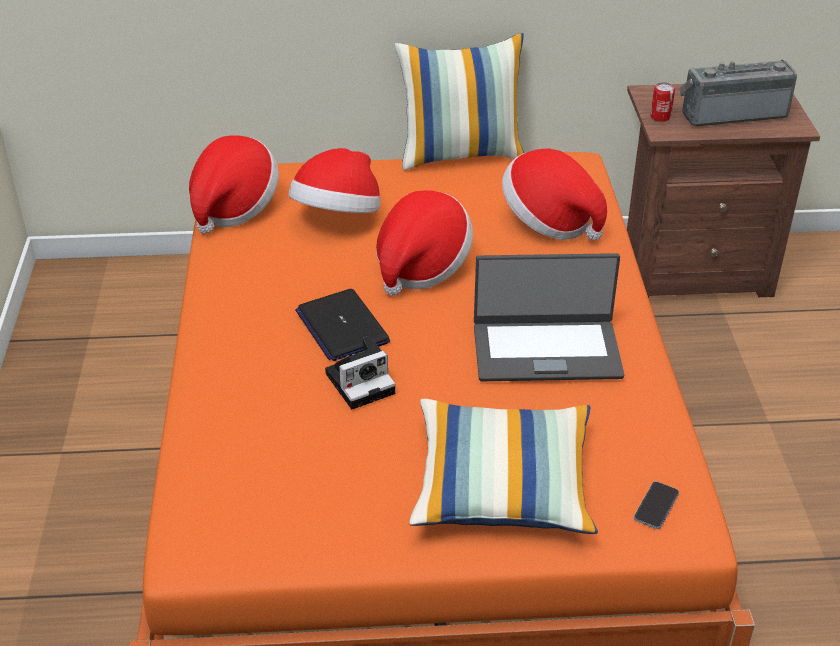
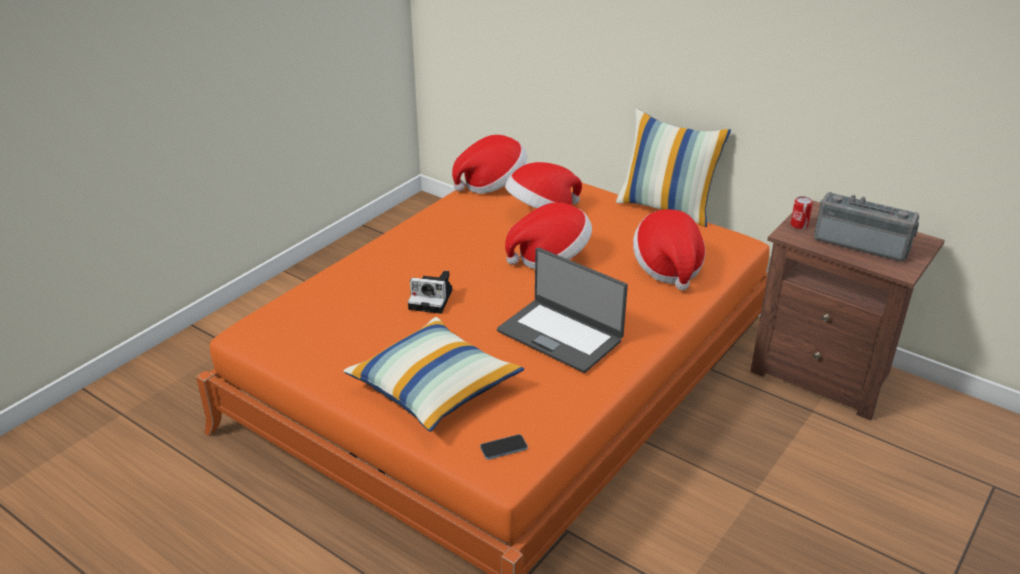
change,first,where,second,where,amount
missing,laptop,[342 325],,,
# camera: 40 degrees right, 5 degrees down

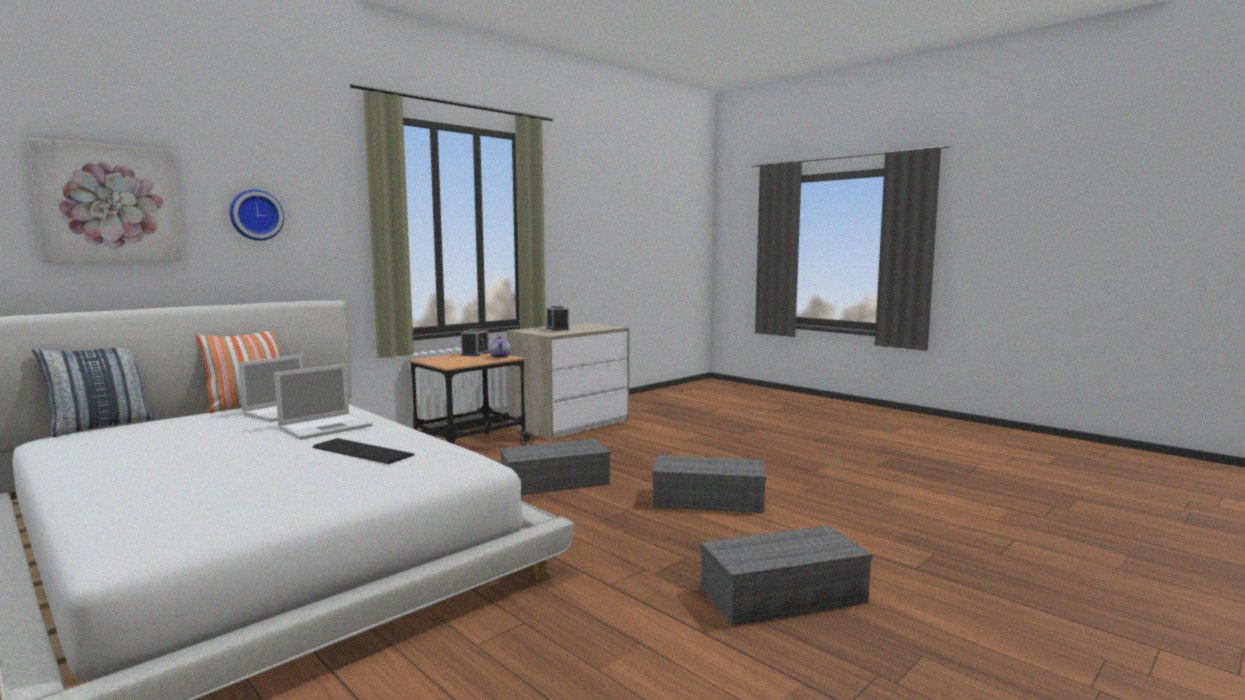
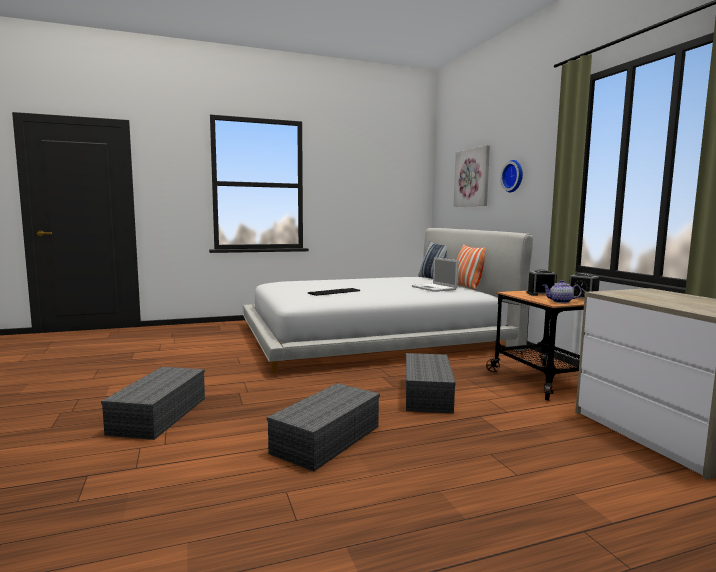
change,first,where,second,where,amount
missing,laptop,[323 402],,,
relocated,alarm clock,[558 318],,[542 282],
# camera: 115 degrees right, 0 degrees up

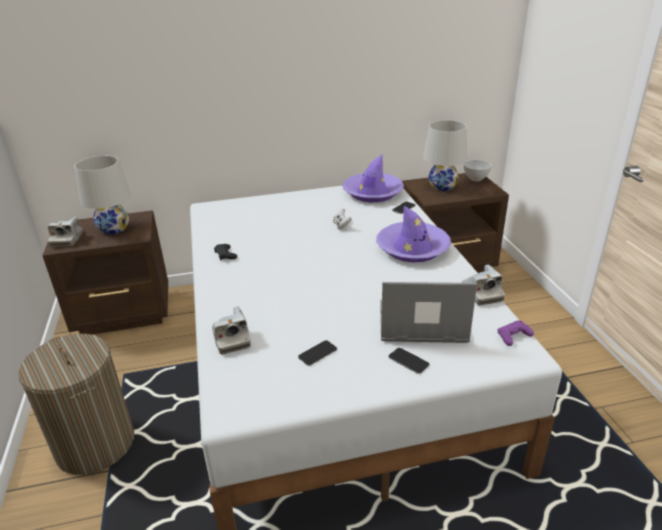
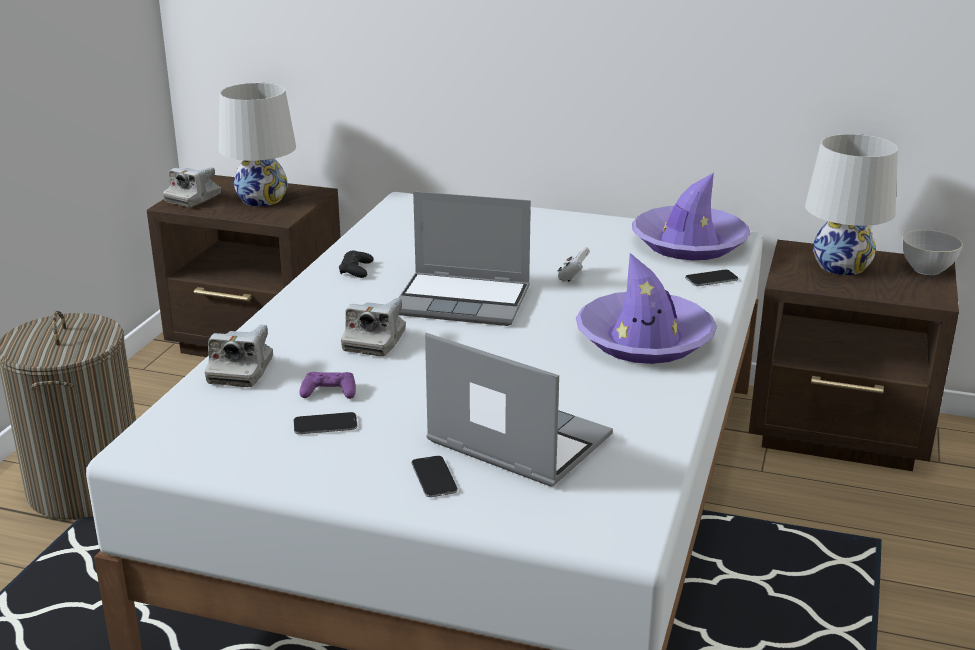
change,first,where,second,where,amount
appeared,,,laptop,[464 258],
relocated,photo camera,[483 285],,[373 327],
relocated,game controller/purple,[516 333],,[327 385],
# camera: 30 degrees right, 5 degrees down

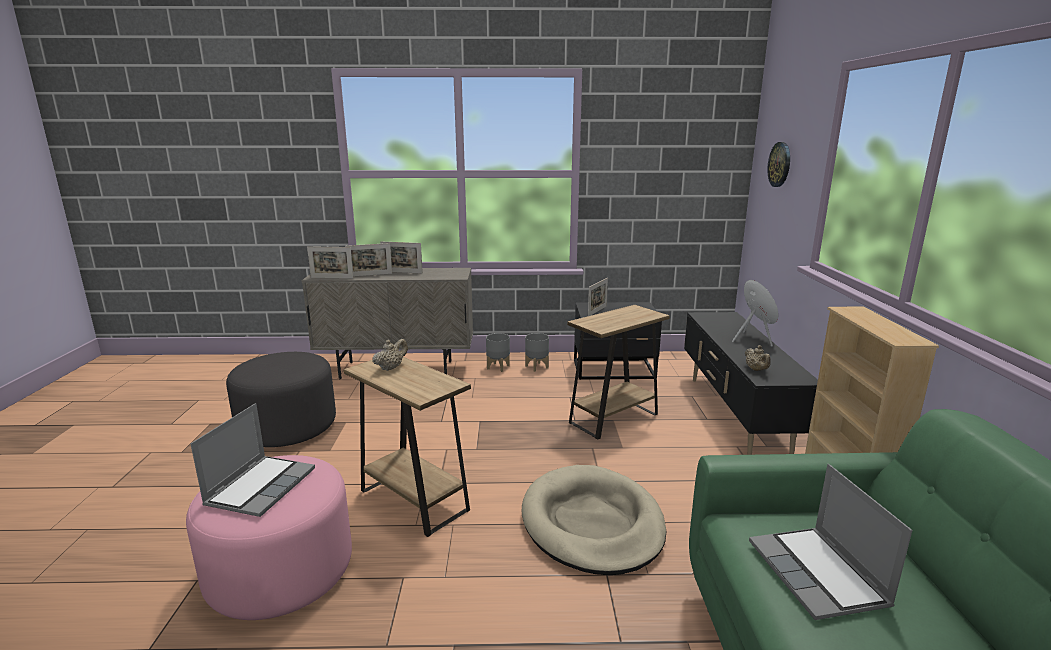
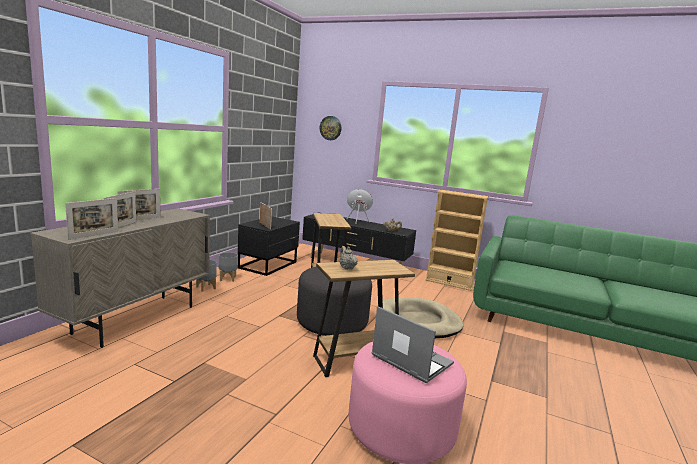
change,first,where,second,where,amount
missing,laptop,[830 542],,,
relocated,ottoman/grey,[281 399],,[334 301],
# camera: 65 degrees left, 5 degrees down

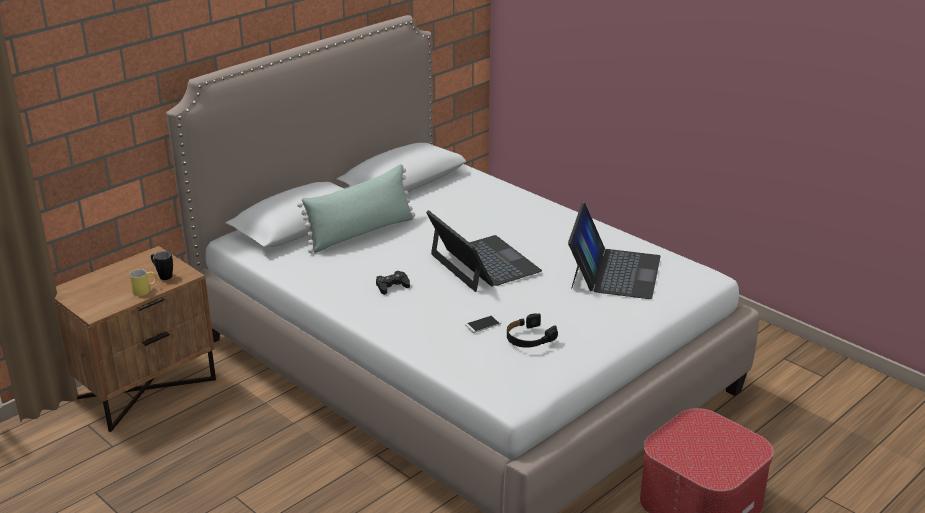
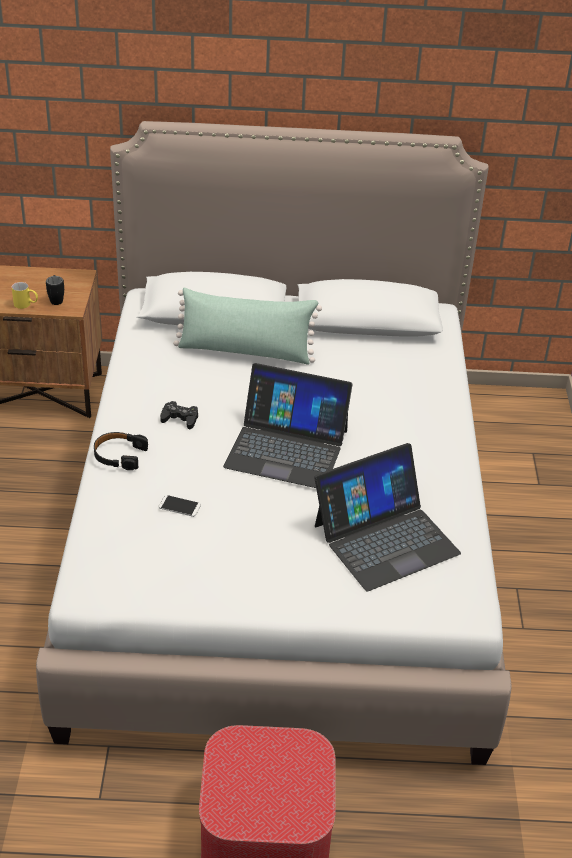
change,first,where,second,where,amount
relocated,headphones/black,[532 330],,[121 451],
spun,laptop,[484 251],,[288 425],90 degrees clockwise
# camera: 45 degrees right, 10 degrees up

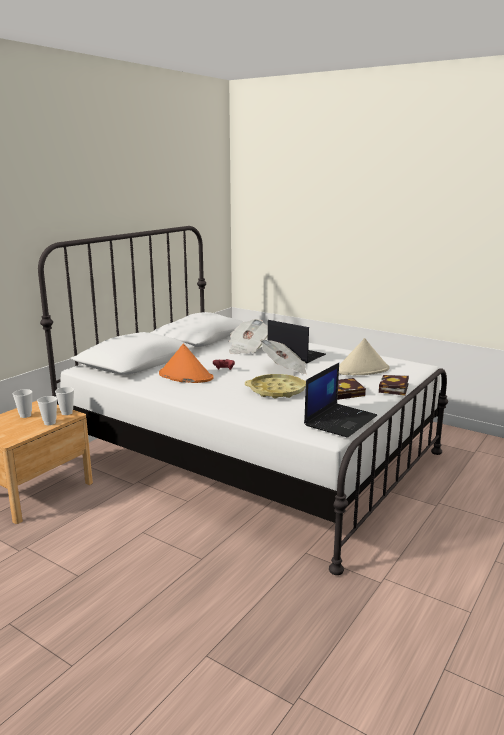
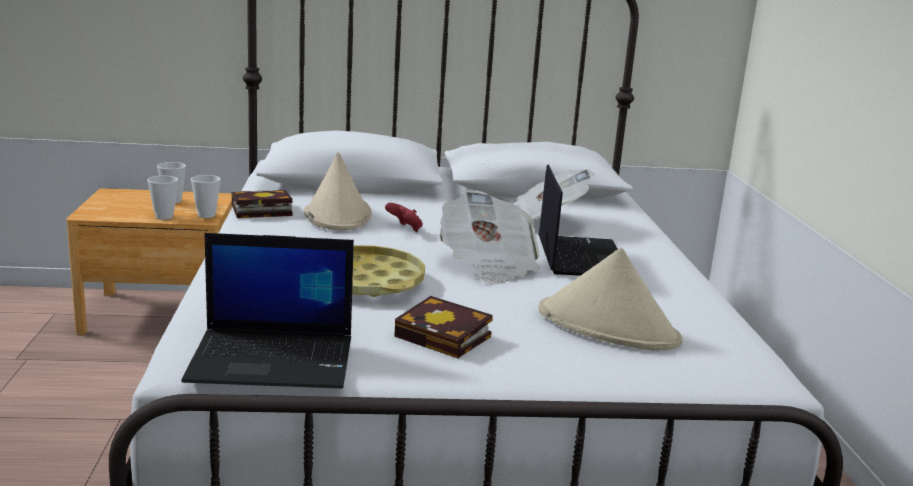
change,first,where,second,where,amount
relocated,book,[394 385],,[262 204],
colour,hat/orange,[186 363],hat/beige,[338 191],
# camera: 50 degrees right, 0 degrees up

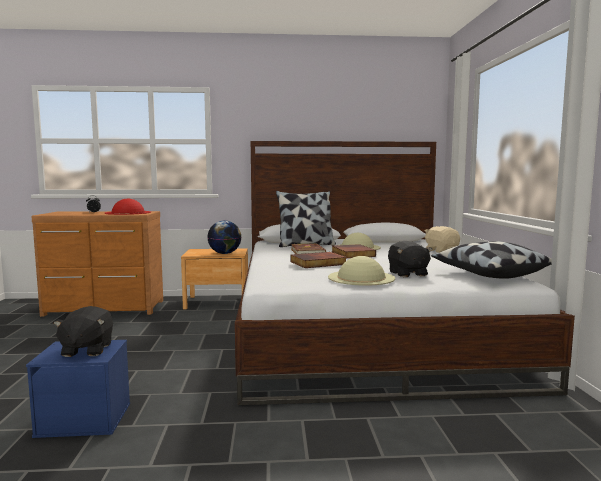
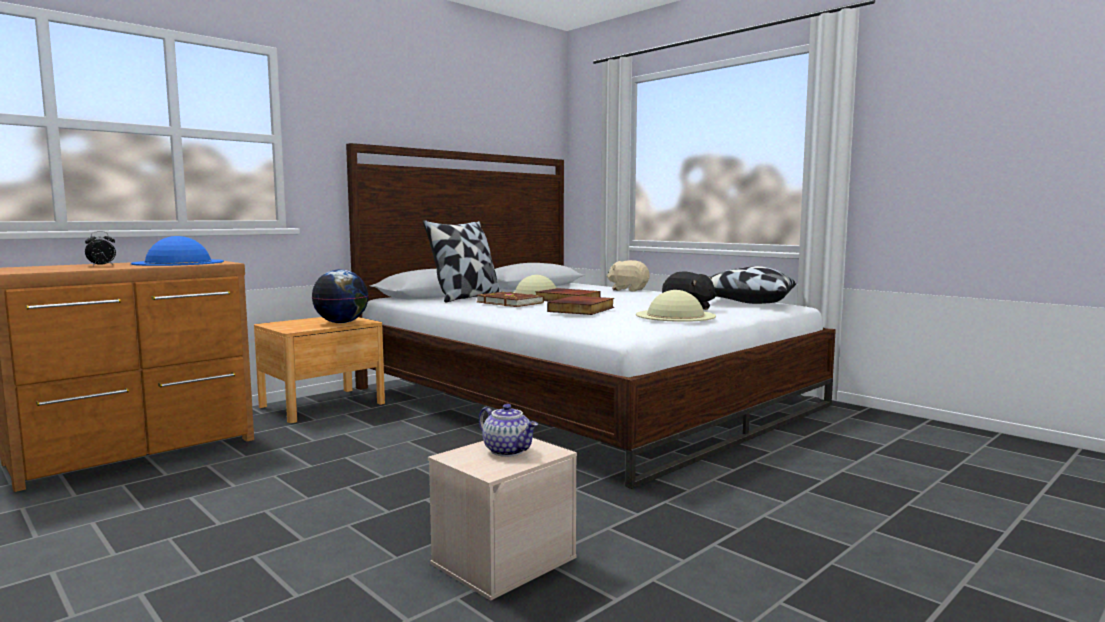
change,first,where,second,where,amount
exchanged,plush toy/black,[83 331],teapot,[508 430],
colour,storage box/blue,[78 389],storage box/beige,[502 519],
colour,hat/red,[128 207],hat/blue,[177 251],
# camera: 40 degrees left, 0 degrees up

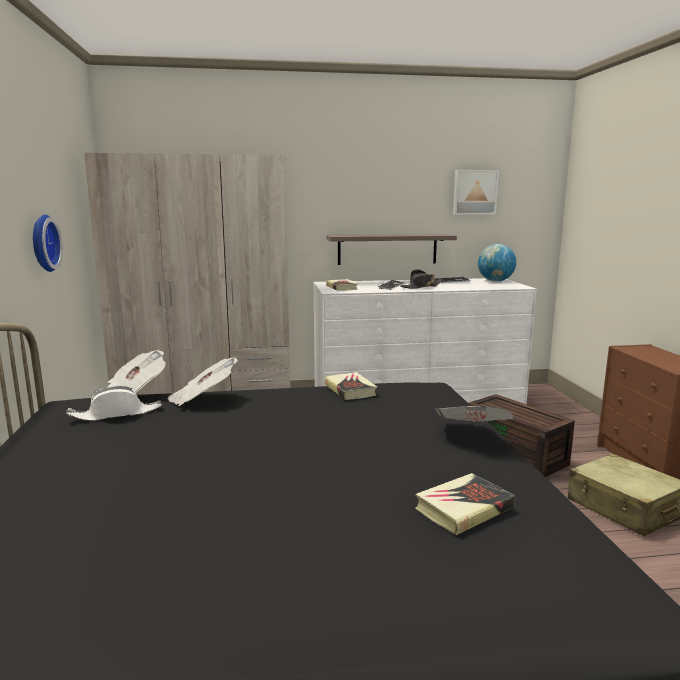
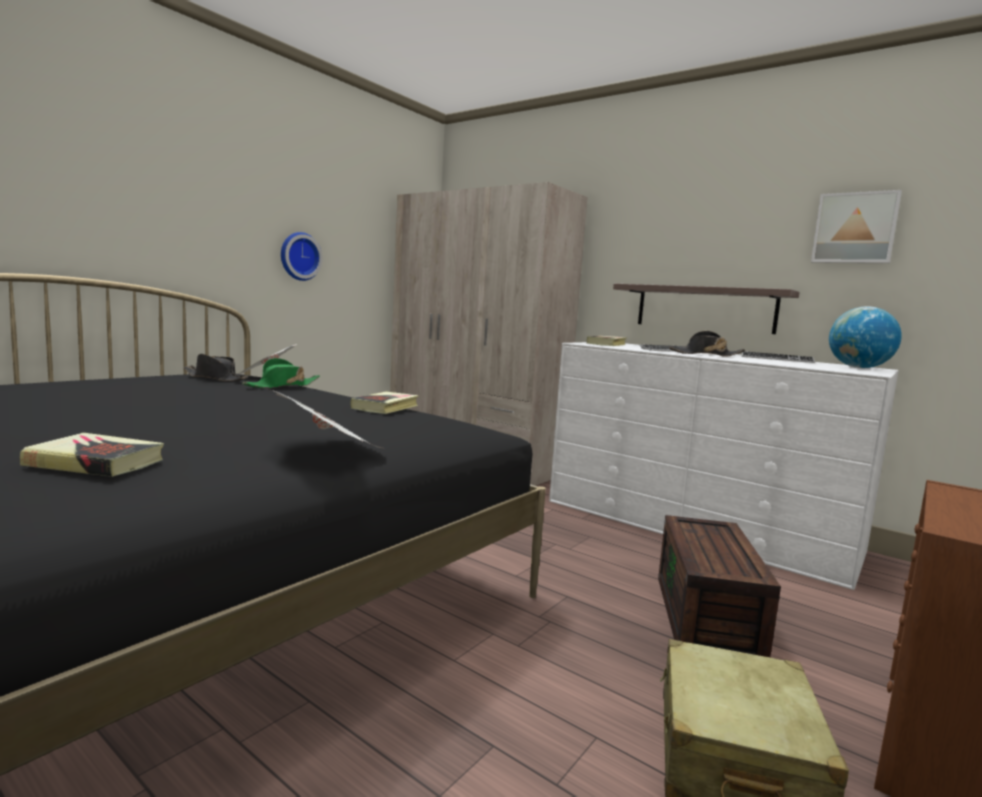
change,first,where,second,where,amount
exchanged,newspaper,[203 382],hat/green,[281 373],
colour,hat/white,[114 403],hat/black,[215 367],
# camera: 45 degrees right, 5 degrees down

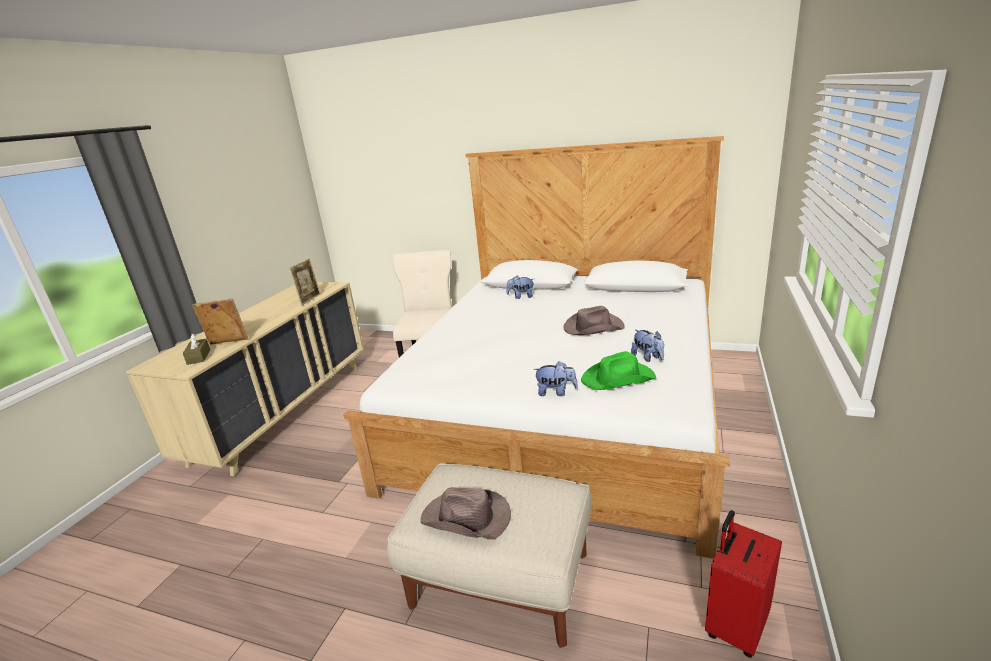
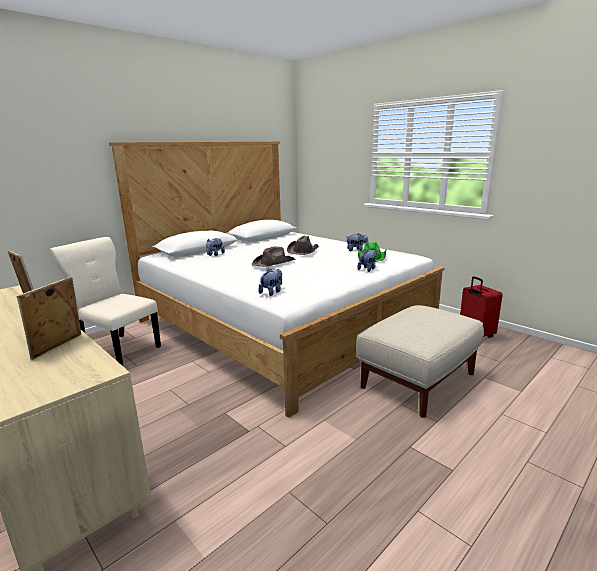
change,first,where,second,where,amount
missing,tissue box/brown,[196 349],,,
appeared,,,plush toy,[270 282],
relocated,hat/brown,[465 513],,[274 256],
# camera: 65 degrees left, 5 degrees down

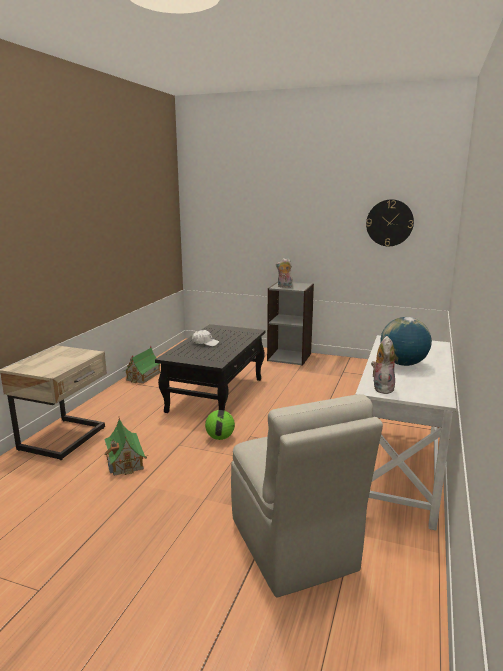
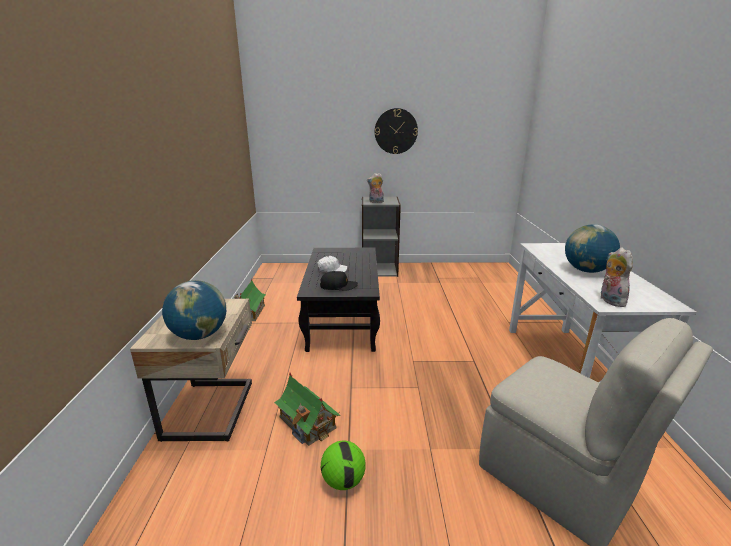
change,first,where,second,where,amount
appeared,,,globe,[194 310],
appeared,,,cap/black,[339 280],
relocated,football,[220 425],,[343 465],
relocated,wall clock,[390 222],,[396 131],
# camera: 20 degrees left, 5 degrees up

